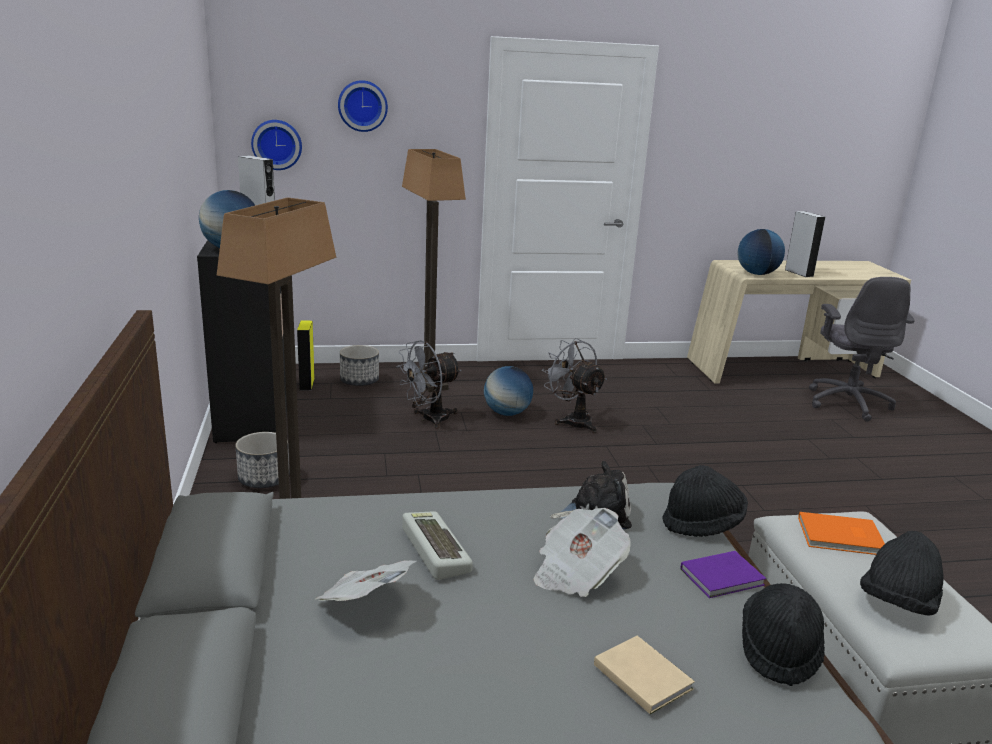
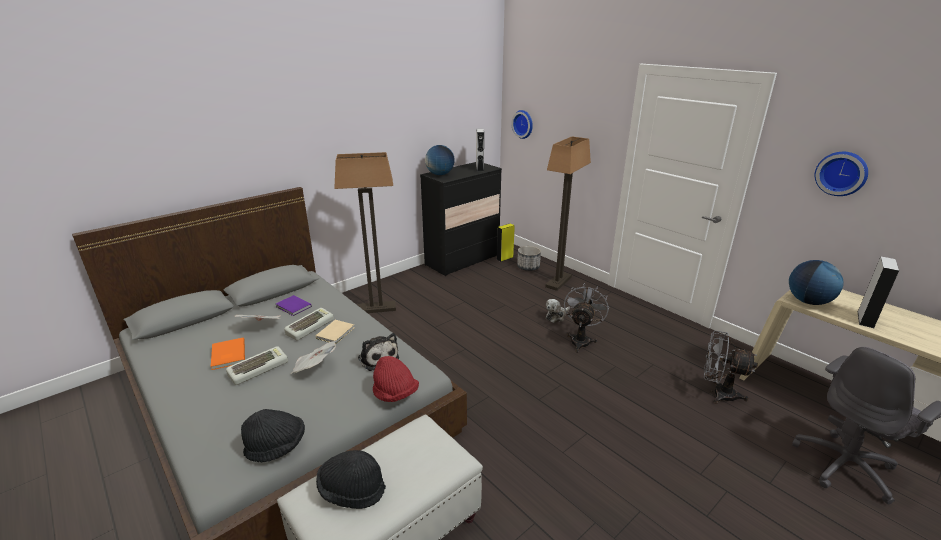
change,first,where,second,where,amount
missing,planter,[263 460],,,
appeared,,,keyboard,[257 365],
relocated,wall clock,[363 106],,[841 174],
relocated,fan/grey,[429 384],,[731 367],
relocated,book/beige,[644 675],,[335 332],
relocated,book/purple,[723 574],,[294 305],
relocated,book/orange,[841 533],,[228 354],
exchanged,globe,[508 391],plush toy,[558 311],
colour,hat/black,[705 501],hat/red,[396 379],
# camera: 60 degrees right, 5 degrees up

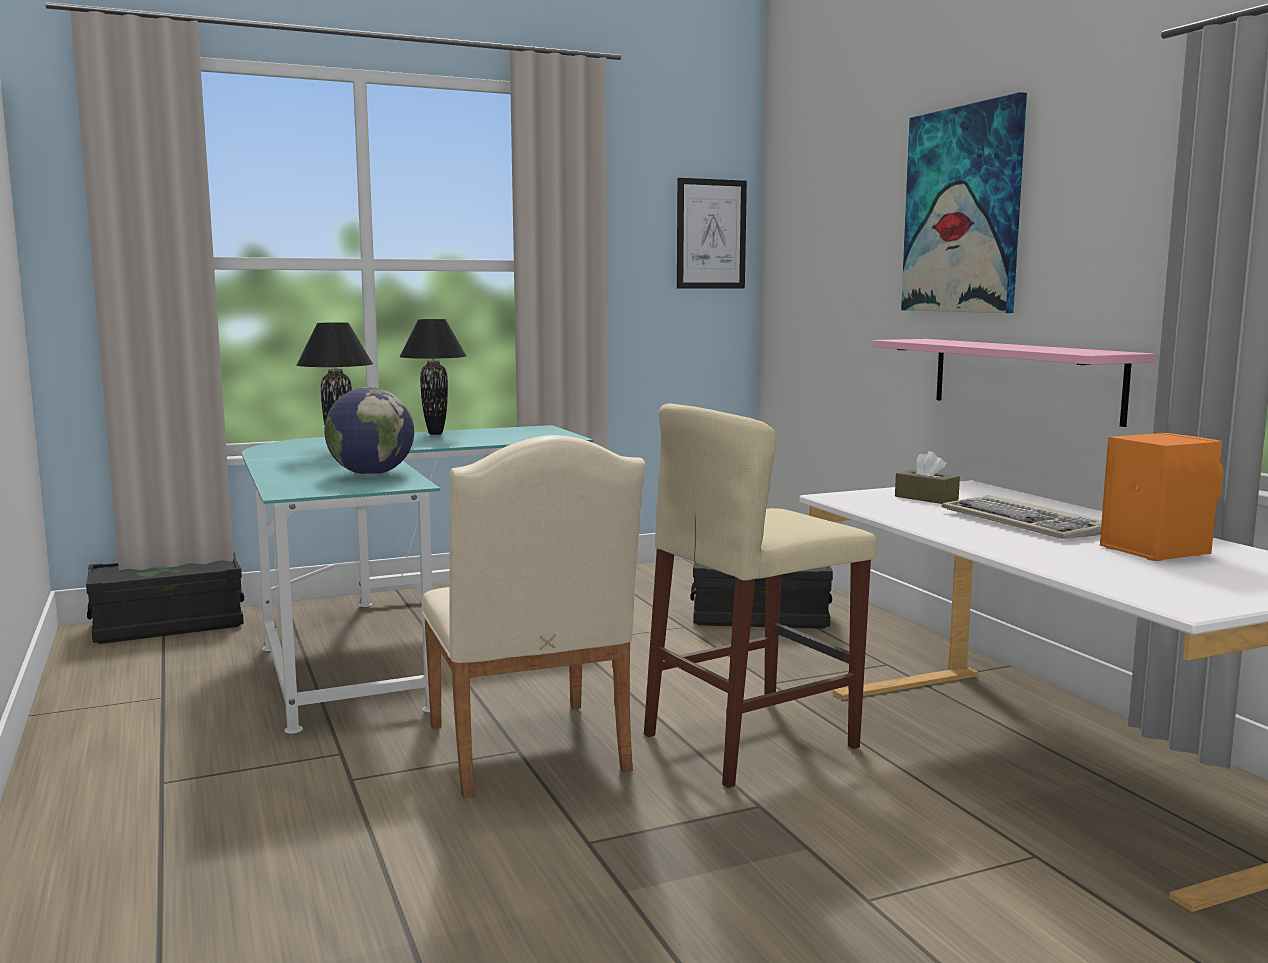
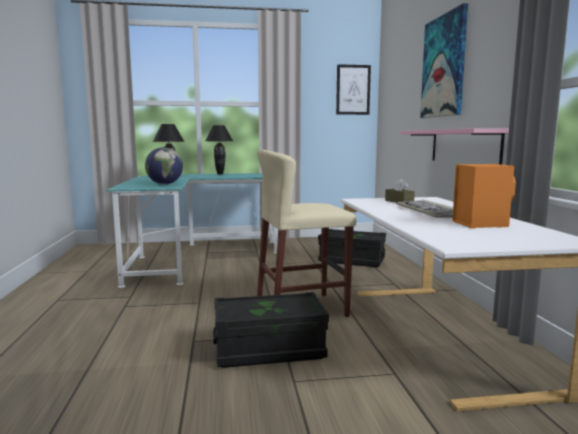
change,first,where,second,where,amount
missing,chair/beige,[534 616],,,
relocated,storage box/black,[165 597],,[271 330],
# camera: 15 degrees right, 0 degrees up

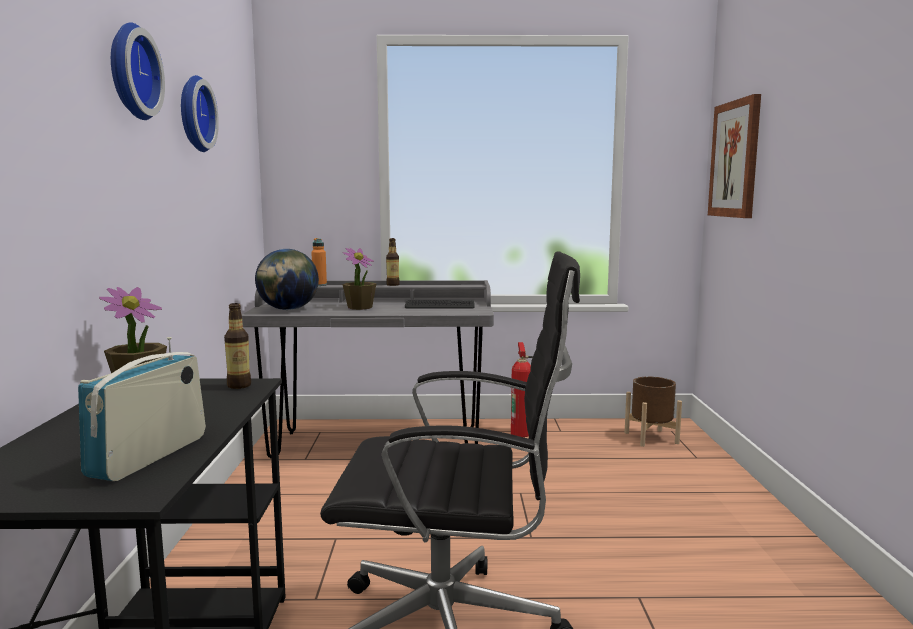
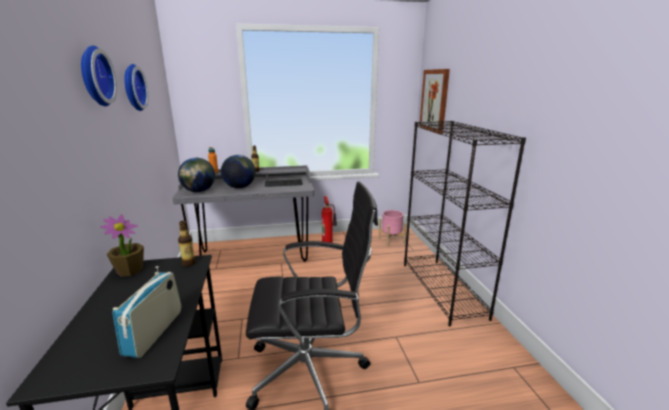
change,first,where,second,where,amount
appeared,,,bookcase/black,[465 223],
exchanged,potted plant,[360 279],globe,[238 171],
colour,planter/brown,[653 412],planter/pink,[392 228],
# camera: 10 degrees left, 10 degrees up

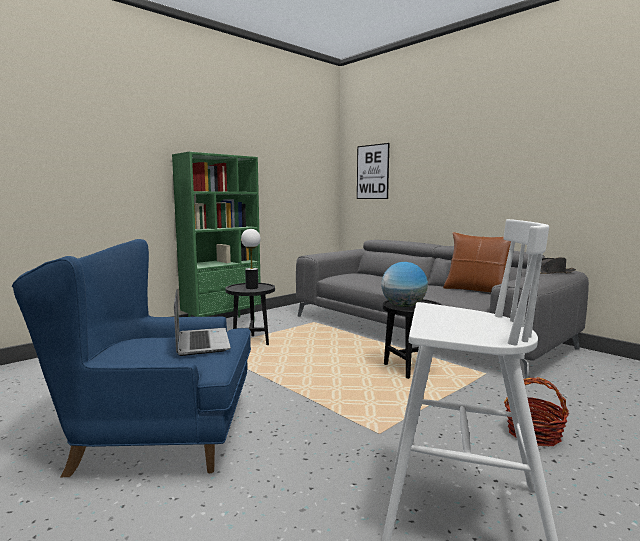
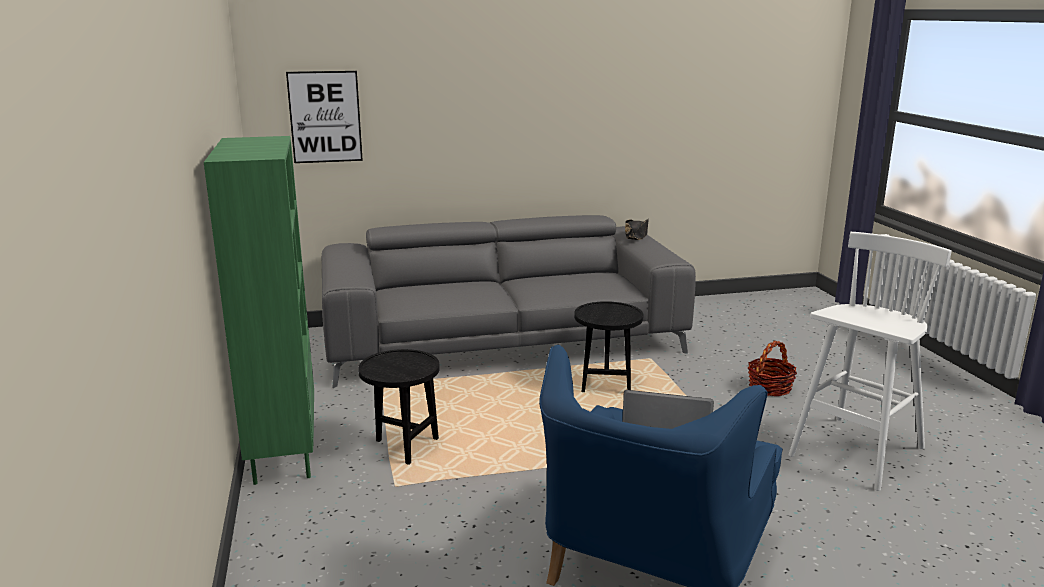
change,first,where,second,where,amount
missing,table lamp,[251 259],,,
missing,globe,[404 284],,,
missing,pillow/brown,[477 262],,,
# camera: 60 degrees left, 10 degrees up

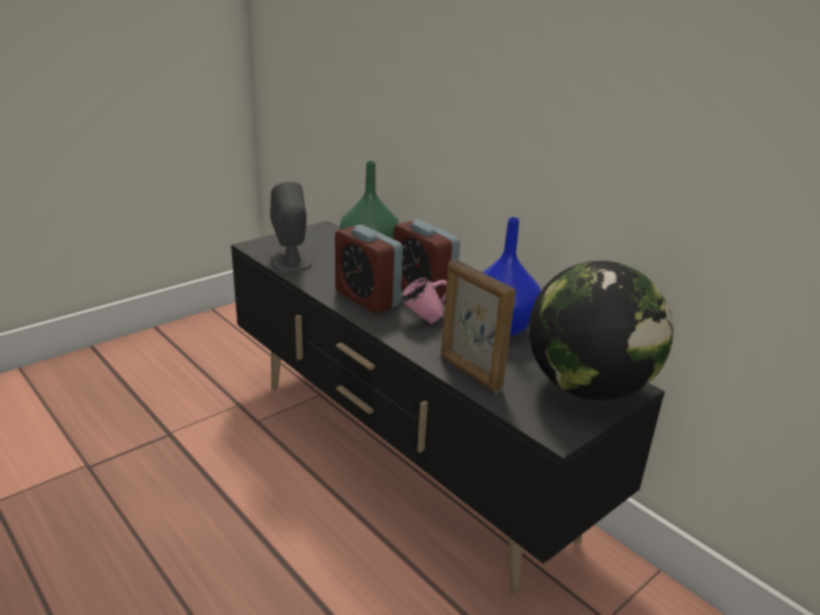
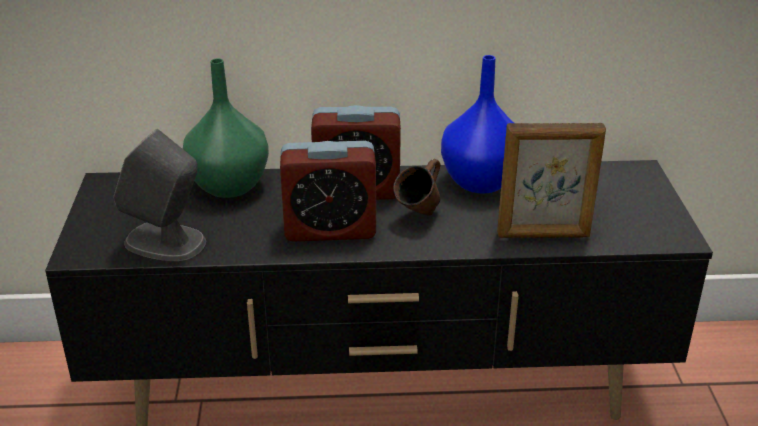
change,first,where,second,where,amount
missing,globe,[601 330],,,
colour,mug/pink,[424 300],mug/brown,[416 187],
# camera: 50 degrees left, 5 degrees up

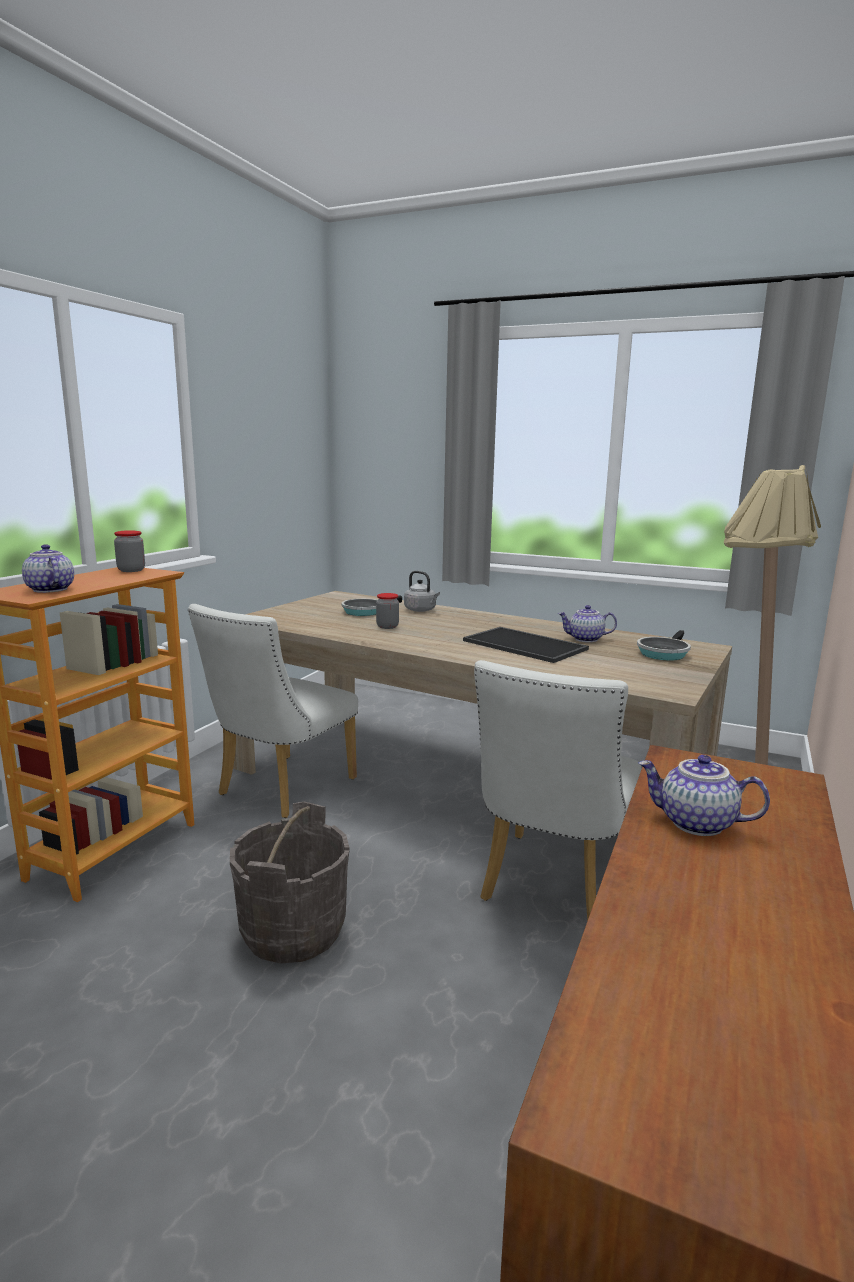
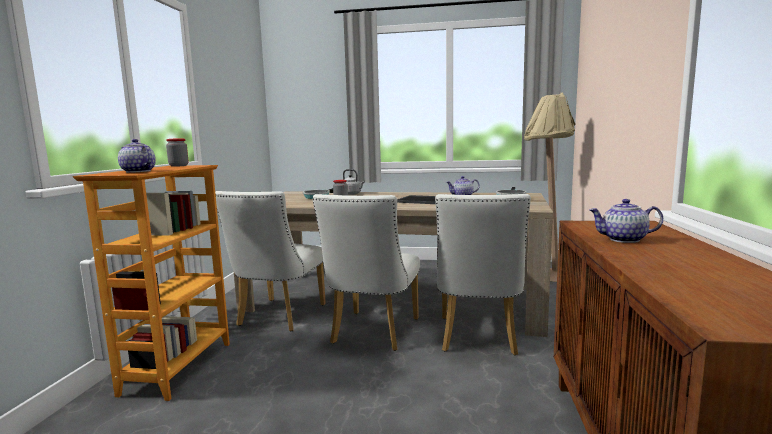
change,first,where,second,where,amount
missing,bucket/grey,[289 882],,,
appeared,,,chair/white,[366 272],
# camera: 15 degrees left, 5 degrees down

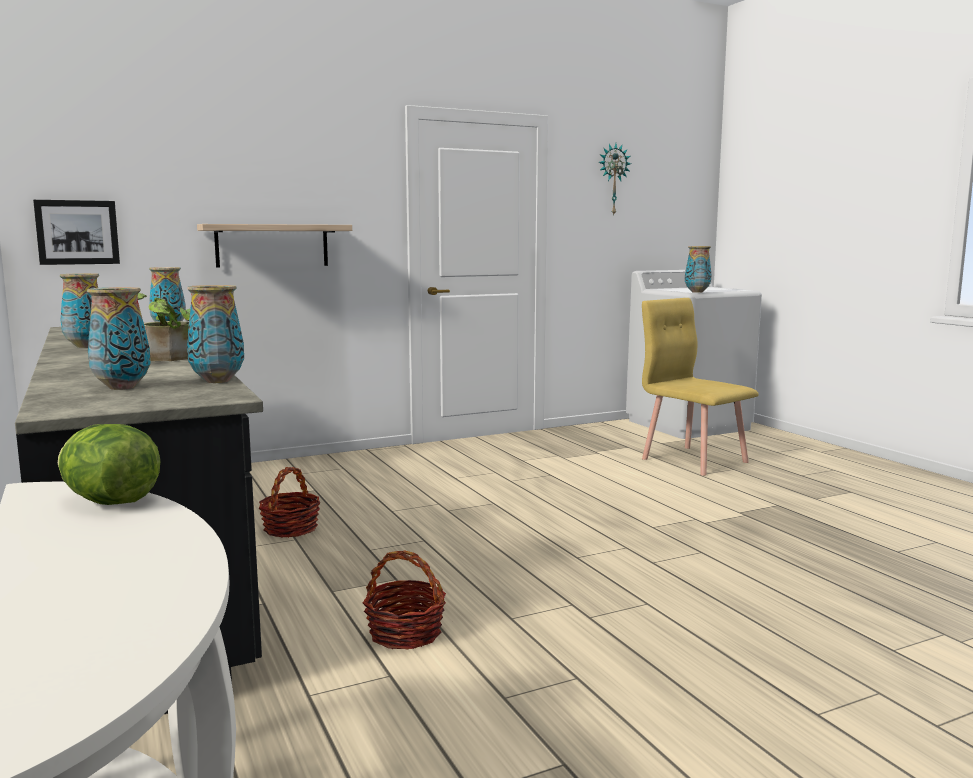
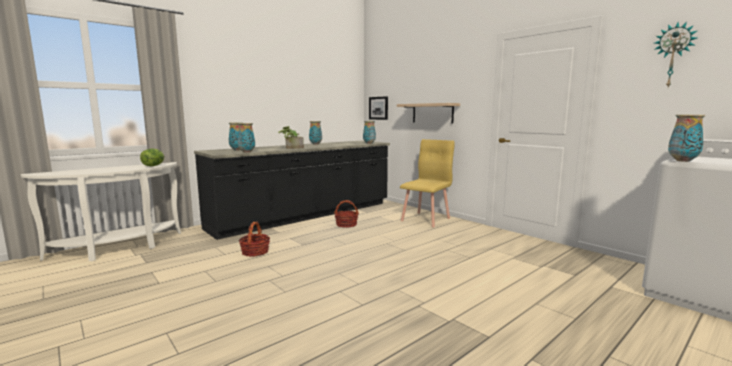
change,first,where,second,where,amount
relocated,chair/yellow,[700 387],,[427 183],
# camera: 75 degrees right, 0 degrees up

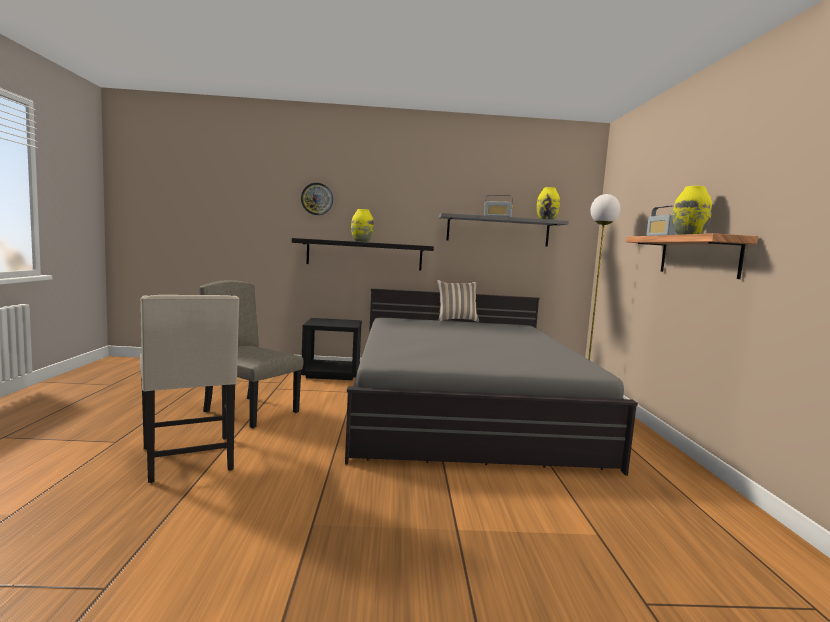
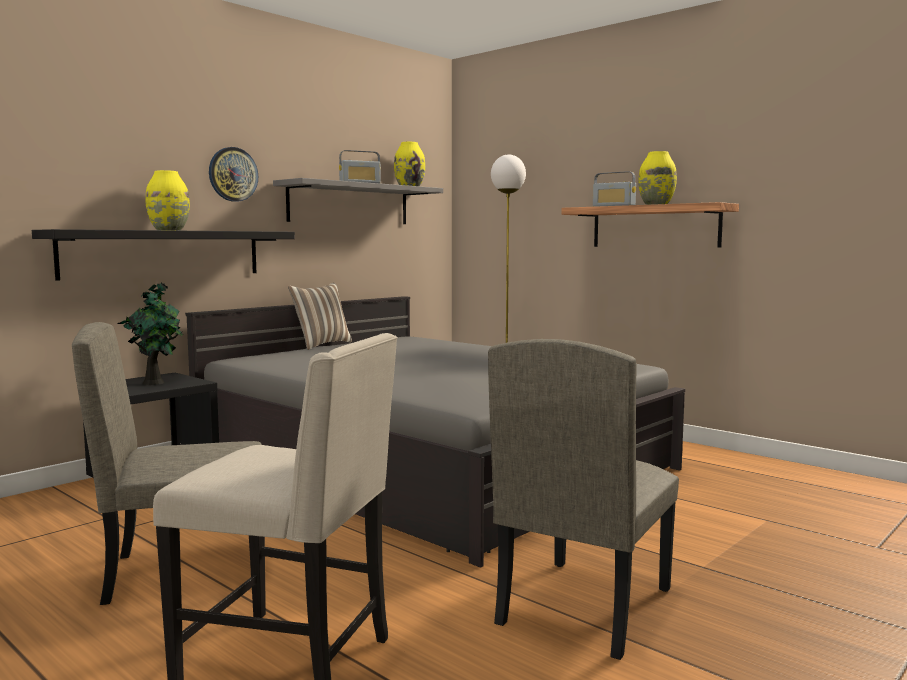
change,first,where,second,where,amount
appeared,,,potted plant,[150 334],
appeared,,,chair/beige,[583 499],
relocated,wall clock,[317 199],,[233 174],
# camera: 45 degrees left, 0 degrees up

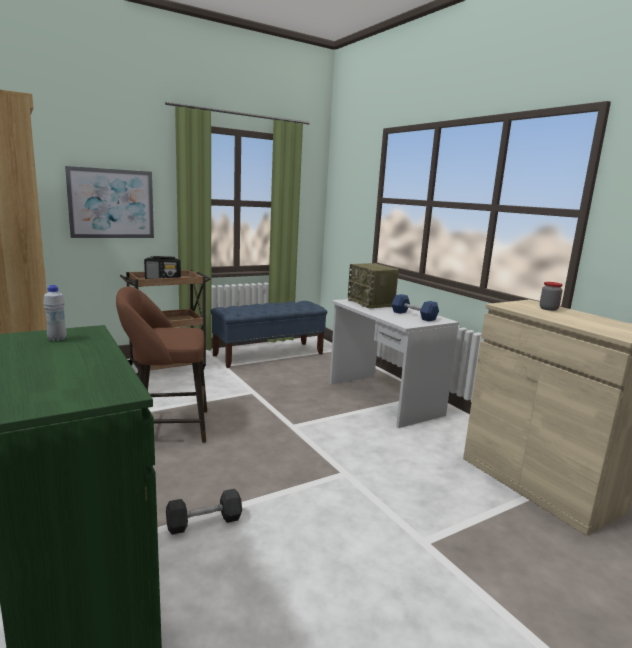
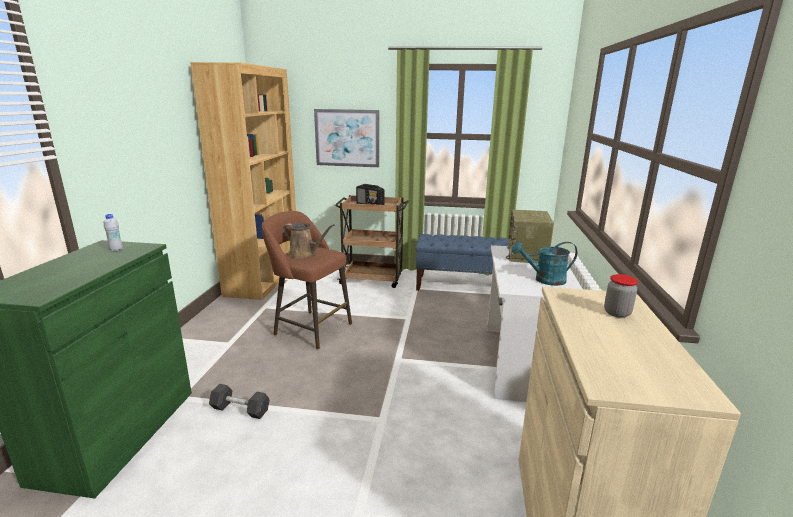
change,first,where,second,where,amount
appeared,,,watering can/brown,[308 240],
exchanged,dumbbell/blue,[415 307],watering can/turquoise,[544 264],
# camera: 40 degrees right, 5 degrees up

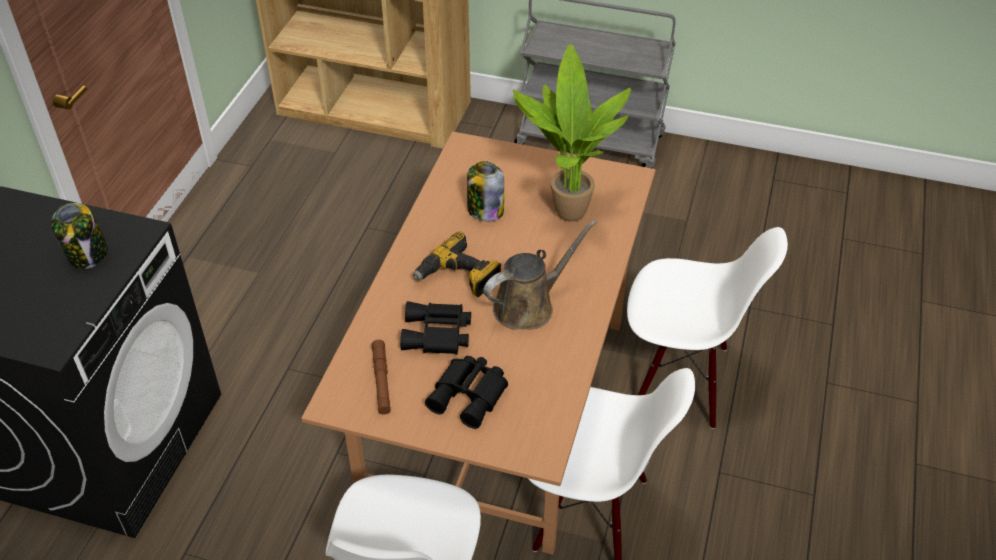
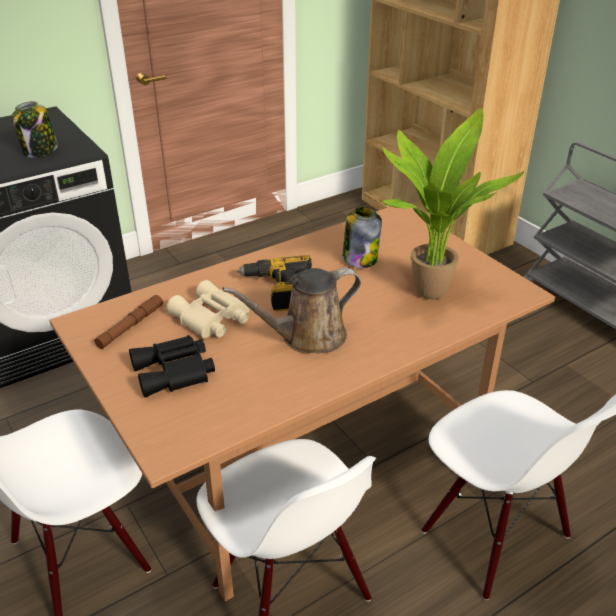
change,first,where,second,where,amount
colour,binoculars/black,[435 328],binoculars/beige,[208 309],
spun,watering can/brown,[540 275],,[291 310],150 degrees clockwise
# camera: 40 degrees right, 10 degrees down

